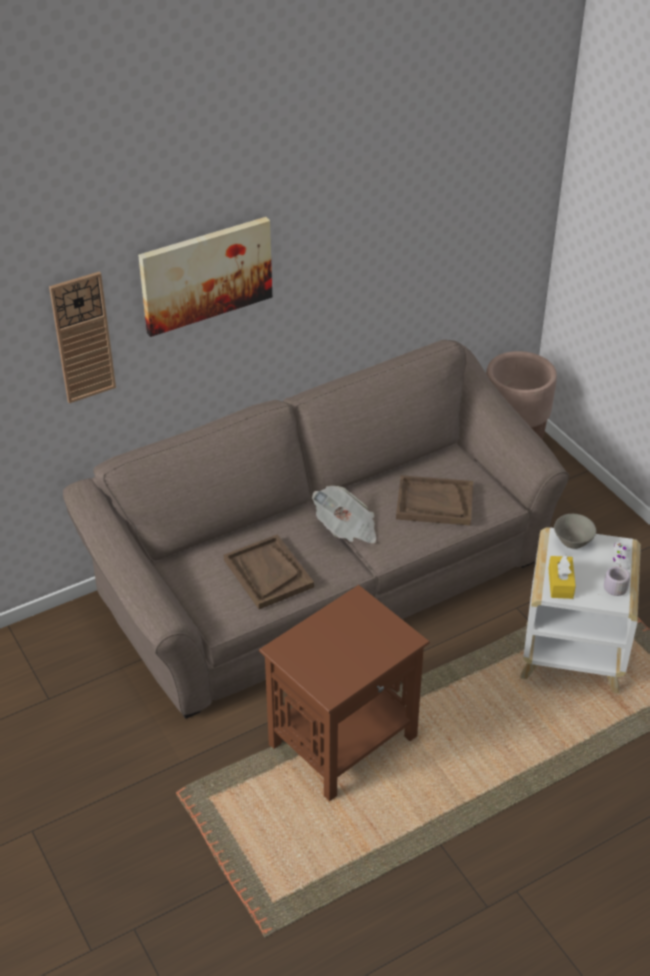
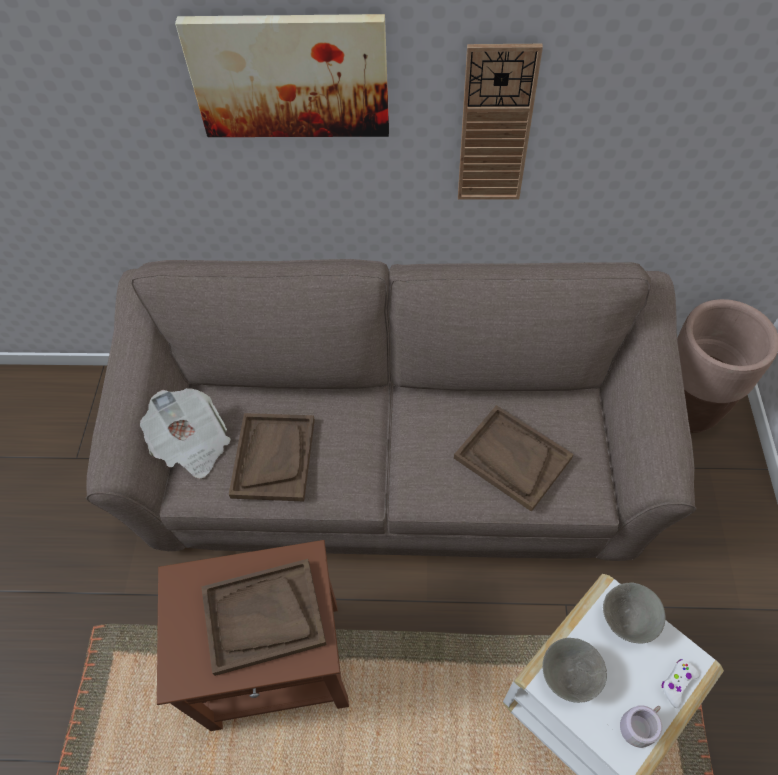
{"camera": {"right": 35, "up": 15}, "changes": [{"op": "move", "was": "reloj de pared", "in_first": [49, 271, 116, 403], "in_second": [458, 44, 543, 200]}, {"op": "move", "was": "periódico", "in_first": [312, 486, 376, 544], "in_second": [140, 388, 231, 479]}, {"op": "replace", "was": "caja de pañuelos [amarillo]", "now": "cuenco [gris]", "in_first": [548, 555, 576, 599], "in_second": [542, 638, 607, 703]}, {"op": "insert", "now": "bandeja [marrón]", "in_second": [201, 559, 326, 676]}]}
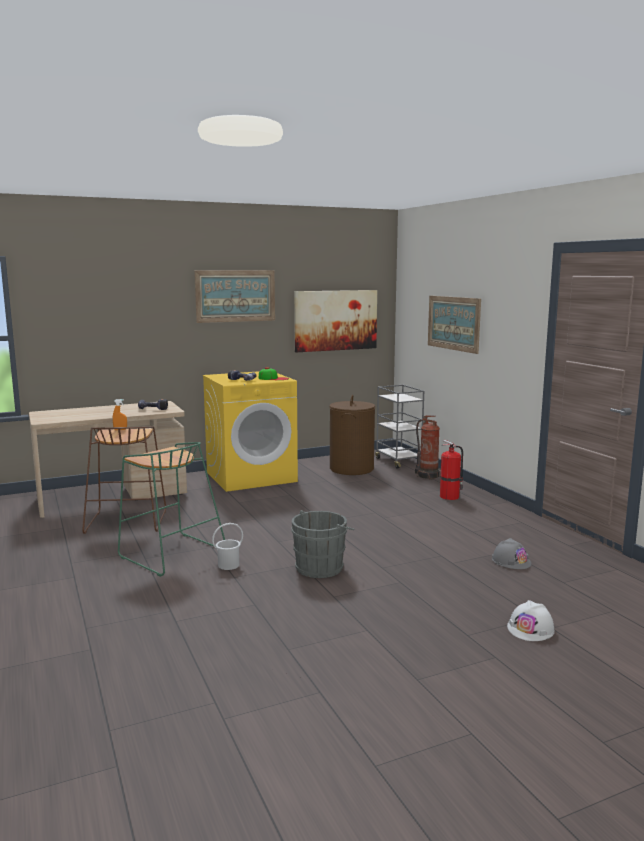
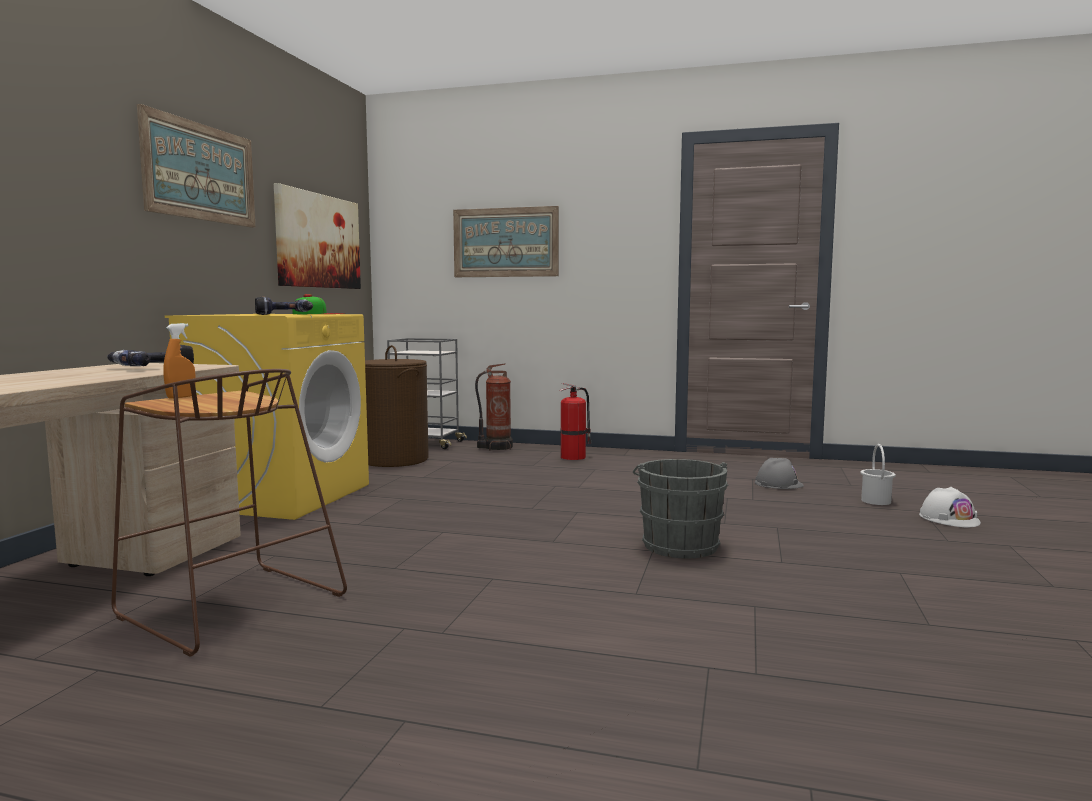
{"camera": {"right": -50, "up": -5}, "changes": [{"op": "delete", "was": "taburete [verde]", "in_first": [118, 442, 225, 577]}, {"op": "move", "was": "cubo [blanco]", "in_first": [212, 523, 243, 570], "in_second": [860, 444, 896, 505]}]}
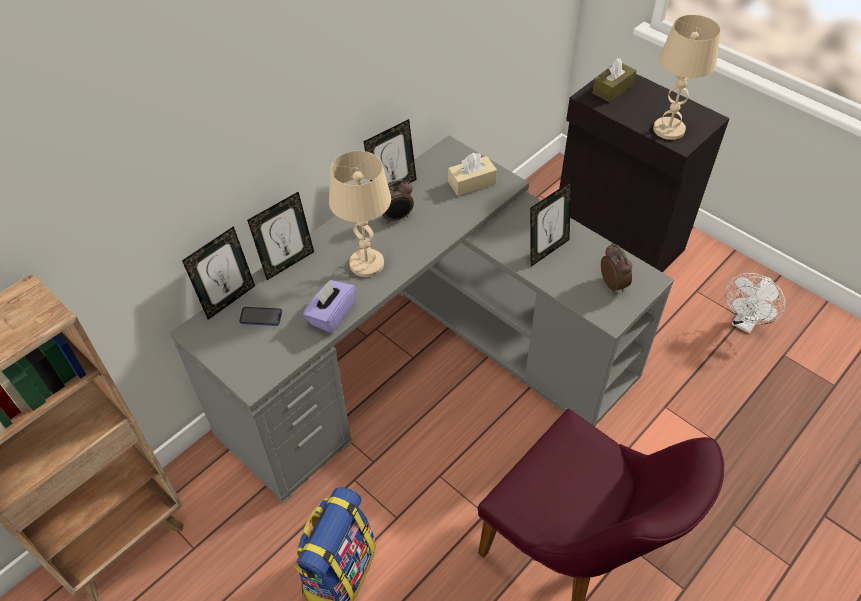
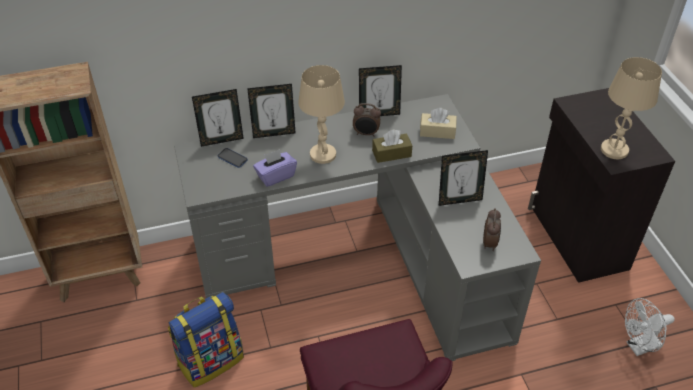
{"camera": {"right": 30, "up": -5}, "changes": [{"op": "move", "was": "caja de pañuelos [marrón]", "in_first": [593, 58, 636, 102], "in_second": [372, 129, 412, 163]}]}
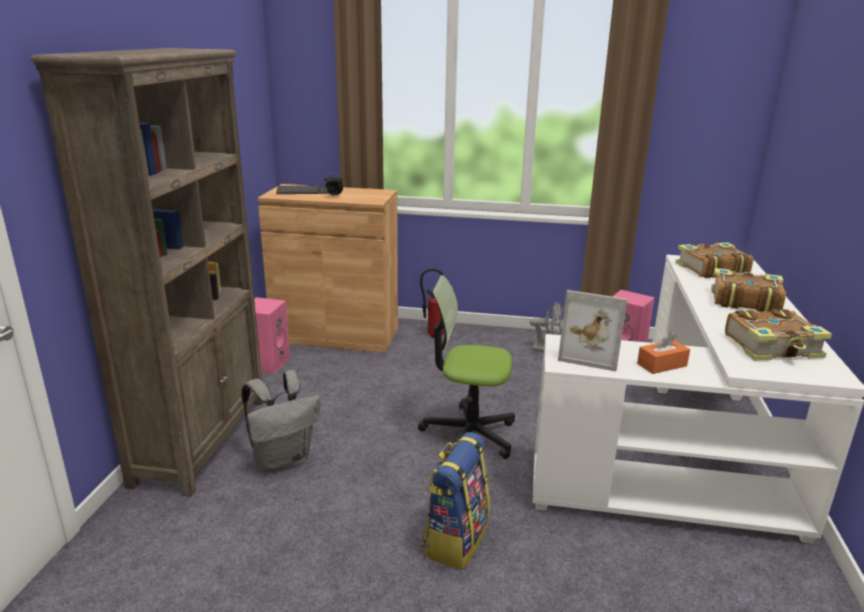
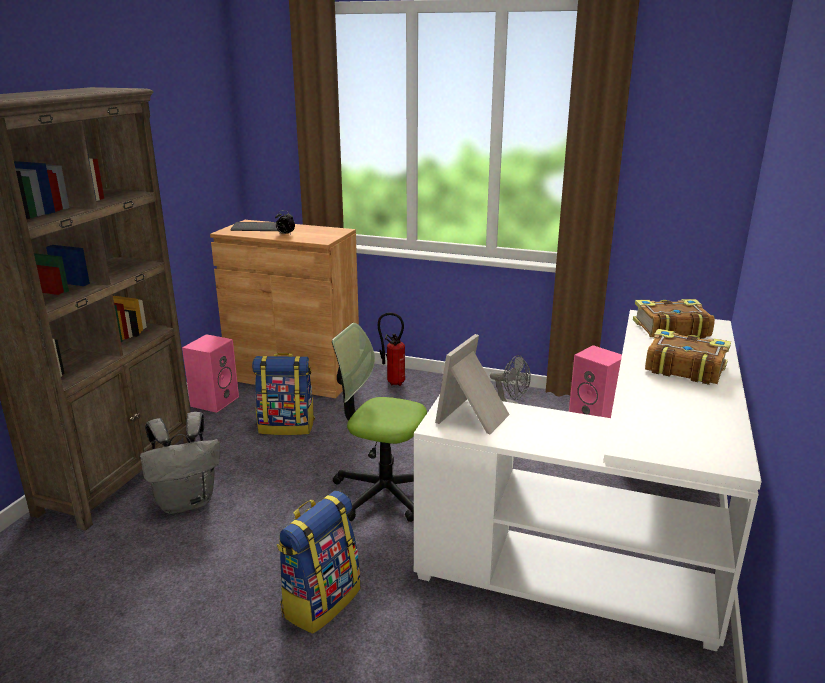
{"camera": {"right": 10, "up": 0}, "changes": [{"op": "rotate", "was": "portarretratos", "in_first": [558, 290, 627, 371], "in_second": [435, 334, 510, 434], "clockwise": 90}, {"op": "delete", "was": "caja de pañuelos [naranja]", "in_first": [637, 331, 690, 374]}, {"op": "delete", "was": "libro", "in_first": [725, 309, 832, 361]}, {"op": "insert", "now": "mochila", "in_second": [252, 353, 315, 435]}]}
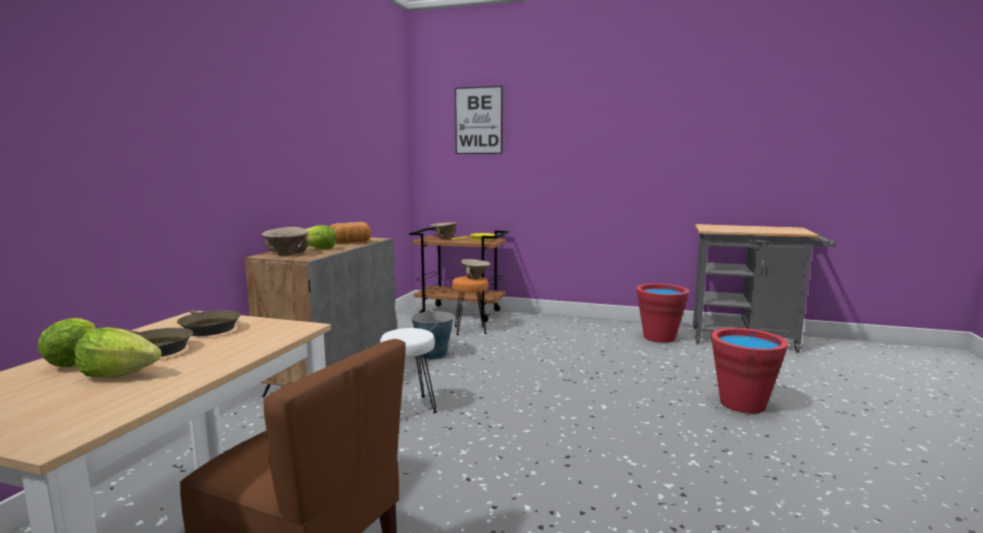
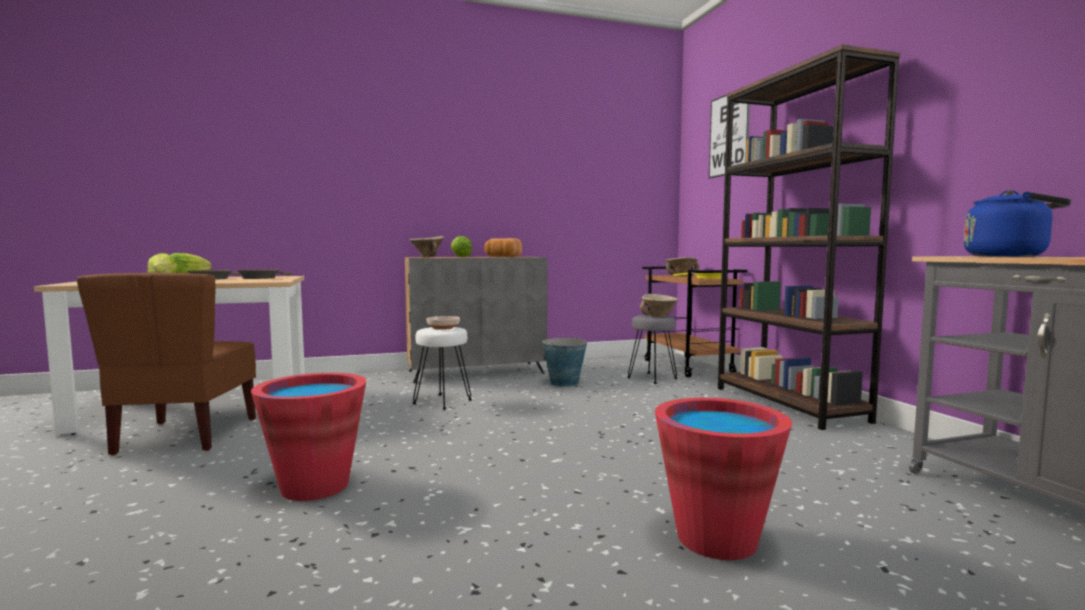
{"camera": {"right": 55, "up": -5}, "changes": [{"op": "recolor", "was": "taburete [naranja]", "now": "taburete [gris]", "in_first": [452, 276, 489, 335], "in_second": [627, 315, 677, 384]}, {"op": "move", "was": "cubo [rojo]", "in_first": [636, 284, 689, 343], "in_second": [251, 373, 366, 501]}, {"op": "insert", "now": "cuenco", "in_second": [426, 316, 460, 330]}, {"op": "insert", "now": "estantería [marrón]", "in_second": [718, 44, 900, 430]}, {"op": "insert", "now": "hervidor [azul]", "in_second": [964, 190, 1071, 257]}]}
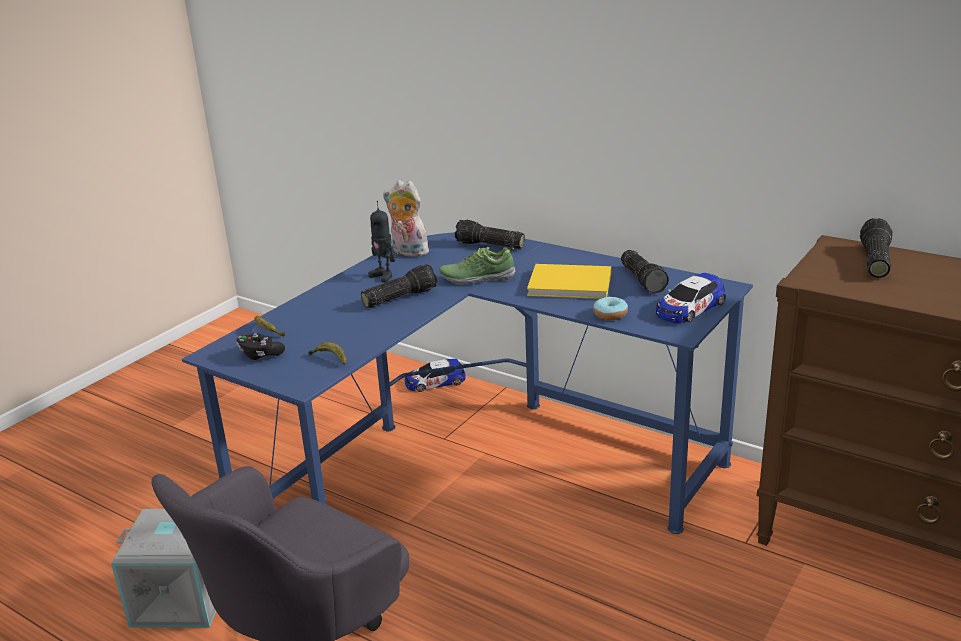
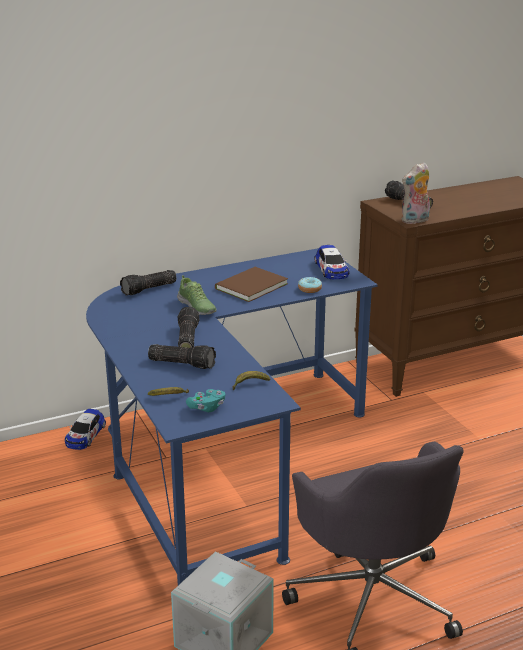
{"camera": {"right": -60, "up": 0}, "changes": [{"op": "recolor", "was": "mando de consola [negro]", "now": "mando de consola [turquesa]", "in_first": [236, 333, 285, 360], "in_second": [186, 389, 226, 412]}, {"op": "delete", "was": "robot de juguete", "in_first": [368, 201, 396, 282]}, {"op": "move", "was": "peluche", "in_first": [383, 180, 432, 257], "in_second": [402, 162, 430, 224]}, {"op": "rotate", "was": "zapato", "in_first": [439, 247, 516, 285], "in_second": [177, 275, 217, 315], "clockwise": -60}, {"op": "recolor", "was": "libro [amarillo]", "now": "libro [marrón]", "in_first": [527, 264, 611, 299], "in_second": [215, 267, 288, 302]}, {"op": "move", "was": "linterna", "in_first": [621, 250, 669, 293], "in_second": [148, 344, 216, 369]}]}
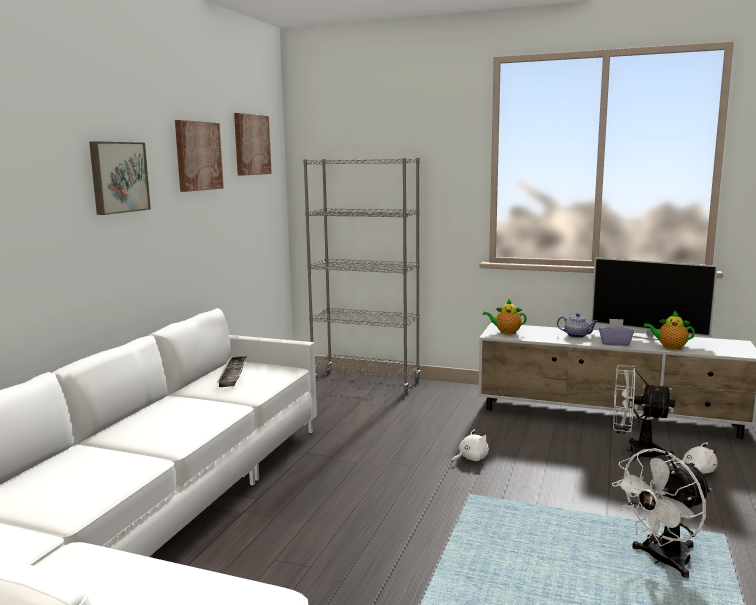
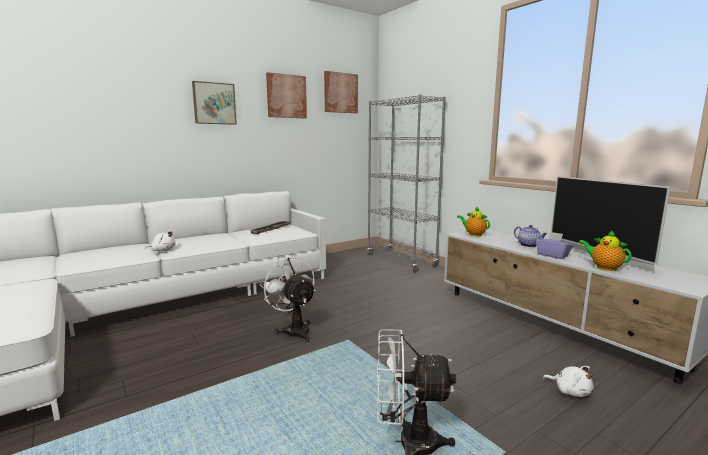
{"camera": {"right": 35, "up": 0}, "changes": [{"op": "move", "was": "peluche [blanco]", "in_first": [451, 429, 489, 462], "in_second": [145, 230, 176, 251]}, {"op": "move", "was": "ventilador [blanco]", "in_first": [613, 365, 675, 461], "in_second": [260, 256, 316, 342]}]}
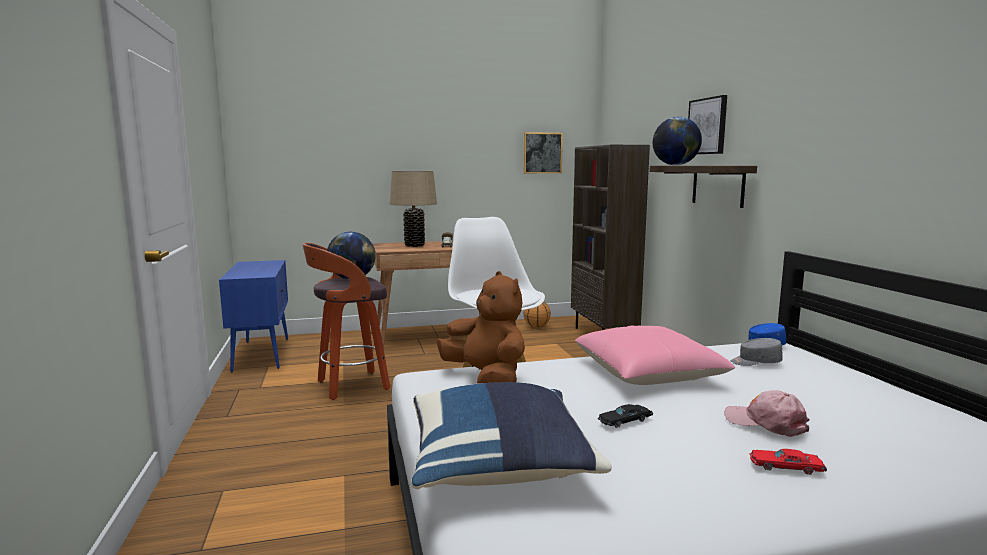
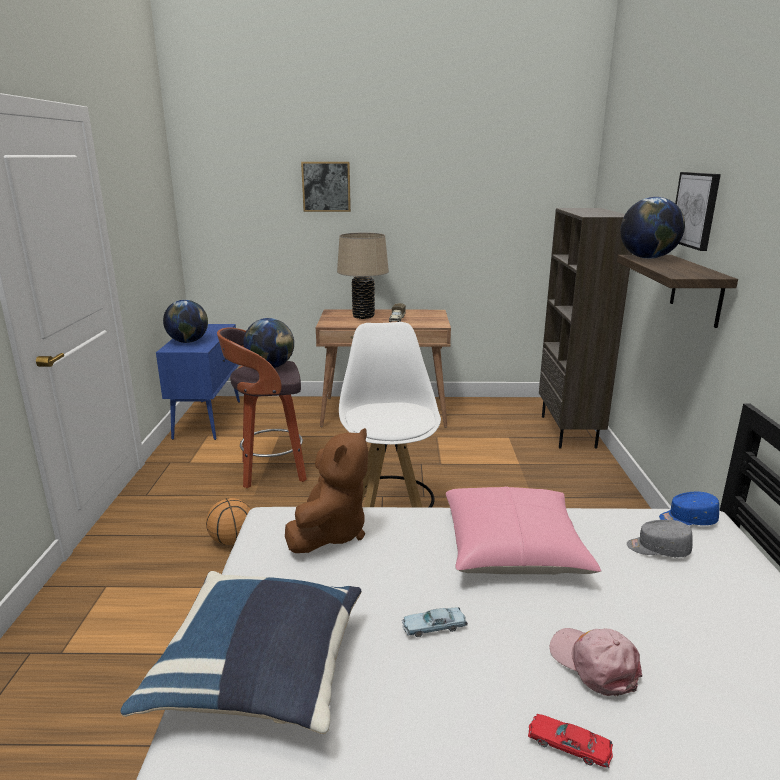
{"camera": {"right": 15, "up": 10}, "changes": [{"op": "rotate", "was": "peluche [marrón]", "in_first": [437, 271, 525, 384], "in_second": [285, 428, 368, 553], "clockwise": 45}, {"op": "move", "was": "balón de baloncesto", "in_first": [523, 302, 551, 327], "in_second": [206, 498, 251, 545]}, {"op": "move", "was": "cuadro", "in_first": [524, 132, 563, 173], "in_second": [301, 162, 351, 212]}, {"op": "recolor", "was": "coche de juguete [negro]", "now": "coche de juguete [azul]", "in_first": [598, 404, 653, 428], "in_second": [402, 607, 468, 637]}, {"op": "insert", "now": "globo terráqueo", "in_second": [163, 300, 208, 343]}]}
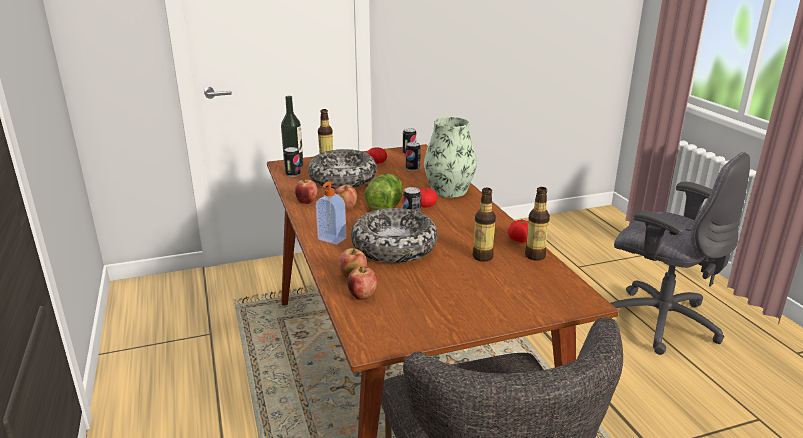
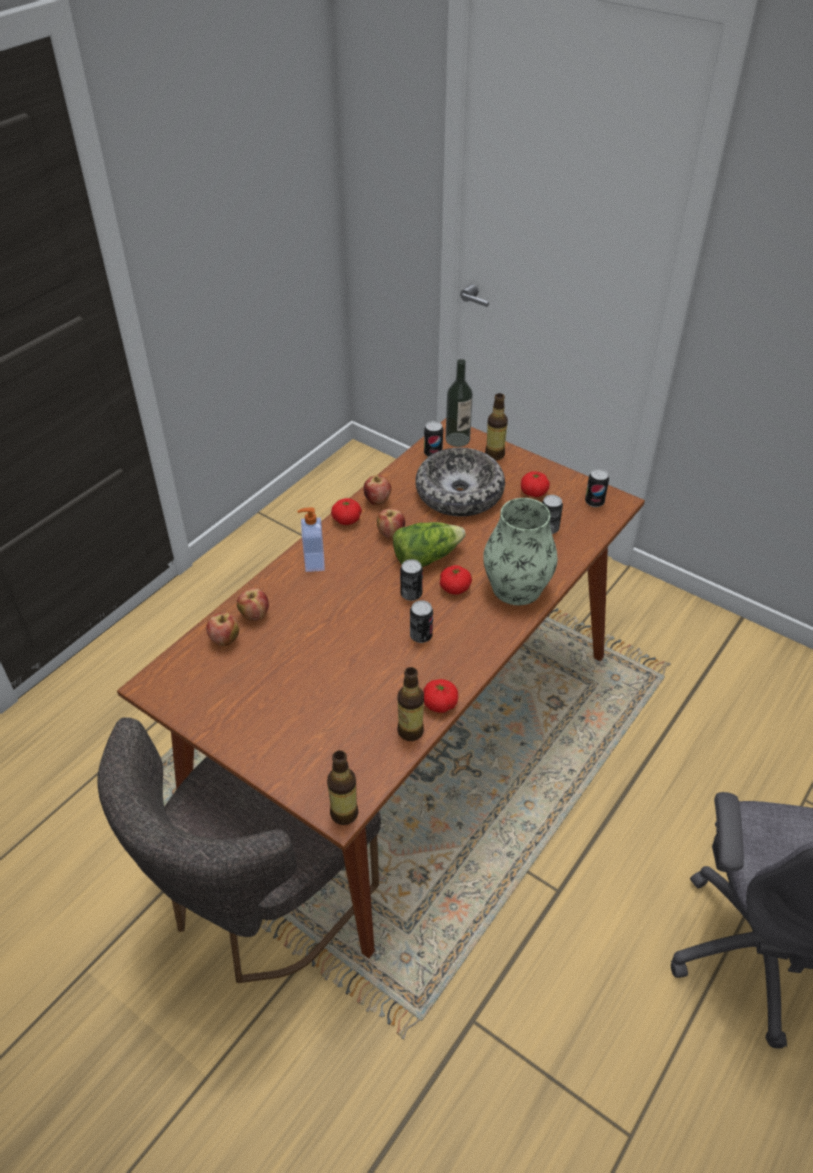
{"camera": {"right": 55, "up": 20}, "changes": [{"op": "delete", "was": "cuenco", "in_first": [351, 208, 438, 263]}, {"op": "move", "was": "botella", "in_first": [473, 188, 496, 262], "in_second": [327, 750, 359, 825]}, {"op": "insert", "now": "tomate", "in_second": [331, 498, 362, 525]}, {"op": "insert", "now": "lata", "in_second": [410, 600, 433, 643]}]}
